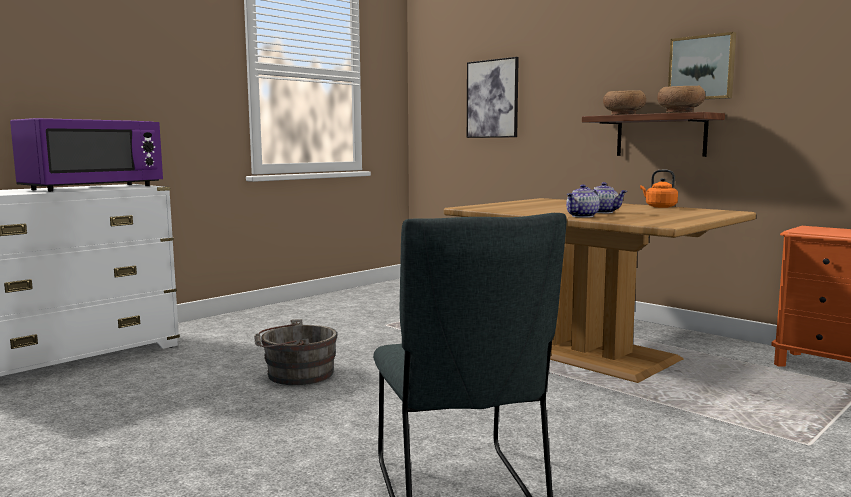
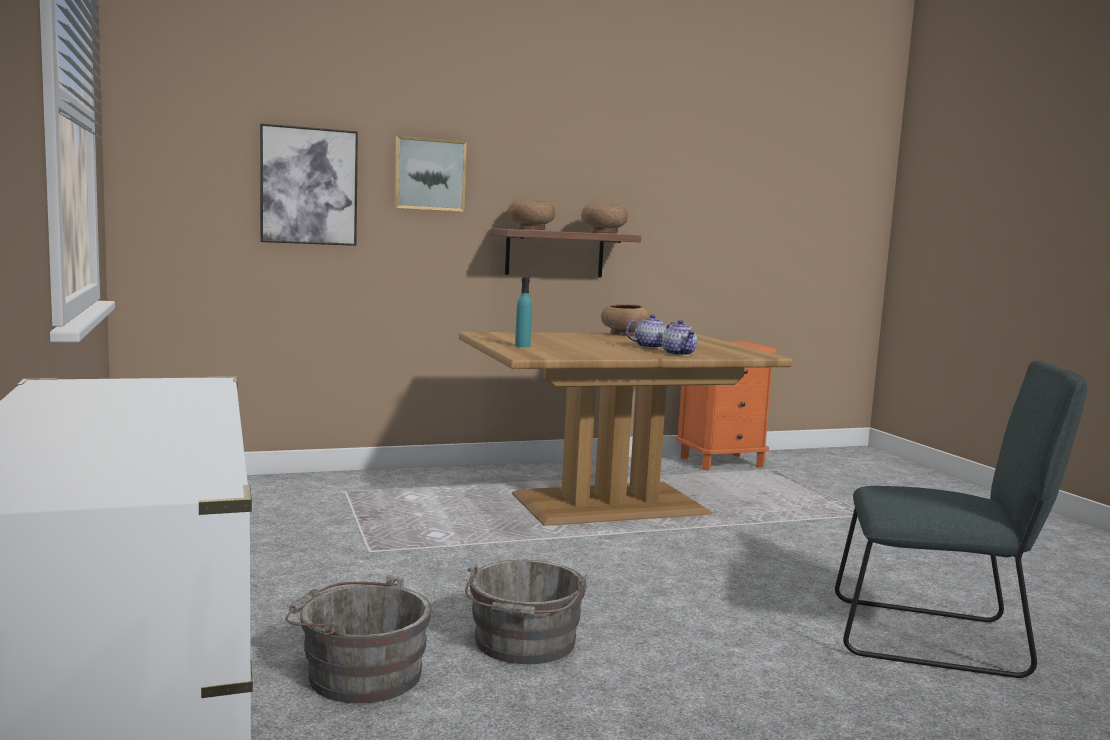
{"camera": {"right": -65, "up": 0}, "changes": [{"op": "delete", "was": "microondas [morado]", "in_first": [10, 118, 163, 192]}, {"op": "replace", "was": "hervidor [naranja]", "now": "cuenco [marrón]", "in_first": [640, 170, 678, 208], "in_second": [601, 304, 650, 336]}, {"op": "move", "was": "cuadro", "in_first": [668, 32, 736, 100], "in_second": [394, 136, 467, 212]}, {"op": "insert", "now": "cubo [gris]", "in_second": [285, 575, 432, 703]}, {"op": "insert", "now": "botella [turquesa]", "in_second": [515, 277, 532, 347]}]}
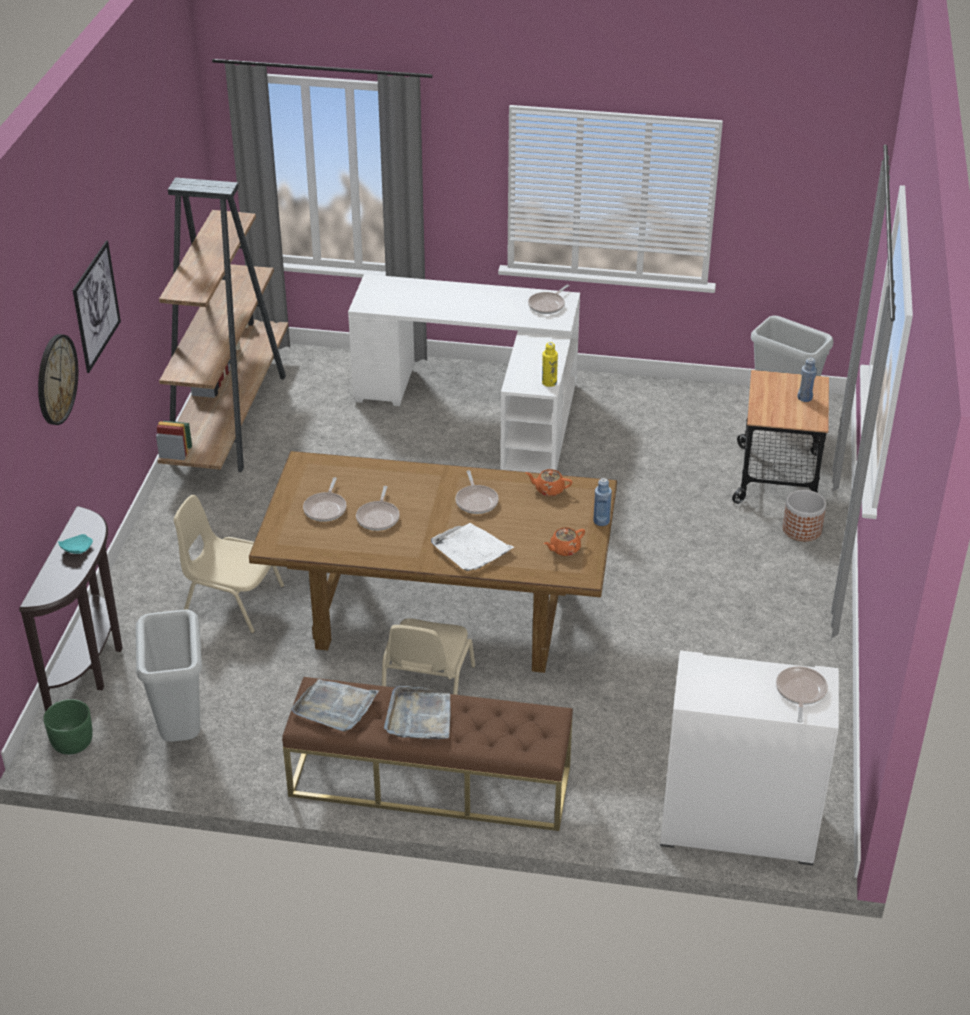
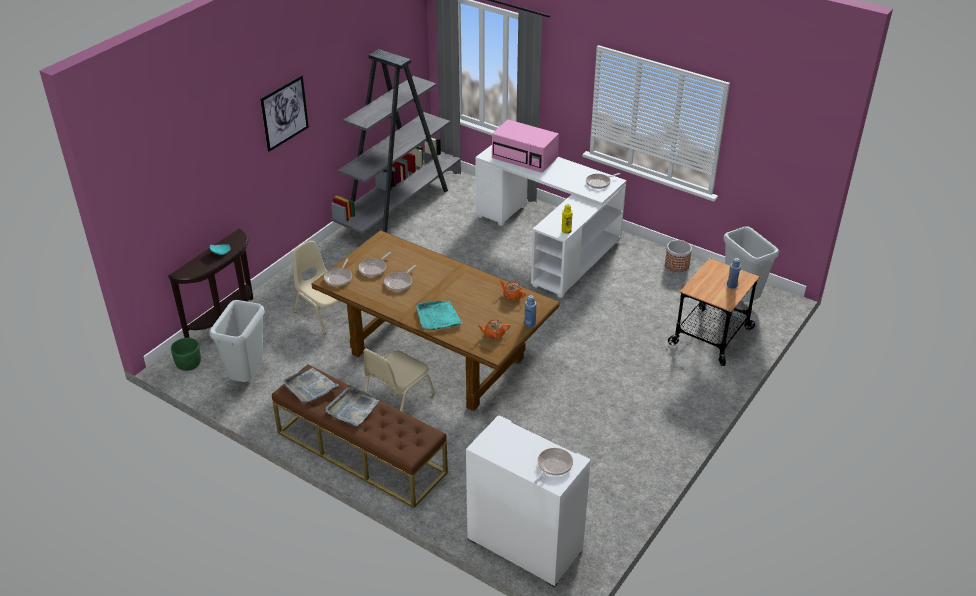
{"camera": {"right": 25, "up": 0}, "changes": [{"op": "delete", "was": "reloj de pared", "in_first": [38, 334, 78, 425]}, {"op": "recolor", "was": "estantería [marrón]", "now": "estantería [gris]", "in_first": [156, 177, 288, 472], "in_second": [331, 49, 461, 234]}, {"op": "recolor", "was": "bandeja [blanco]", "now": "bandeja [turquesa]", "in_first": [431, 523, 514, 571], "in_second": [416, 301, 462, 330]}, {"op": "move", "was": "sartén", "in_first": [455, 470, 499, 514], "in_second": [324, 259, 352, 286]}, {"op": "move", "was": "maceta", "in_first": [783, 490, 826, 541], "in_second": [665, 240, 692, 272]}, {"op": "insert", "now": "microondas [rosa]", "in_second": [492, 120, 559, 173]}]}
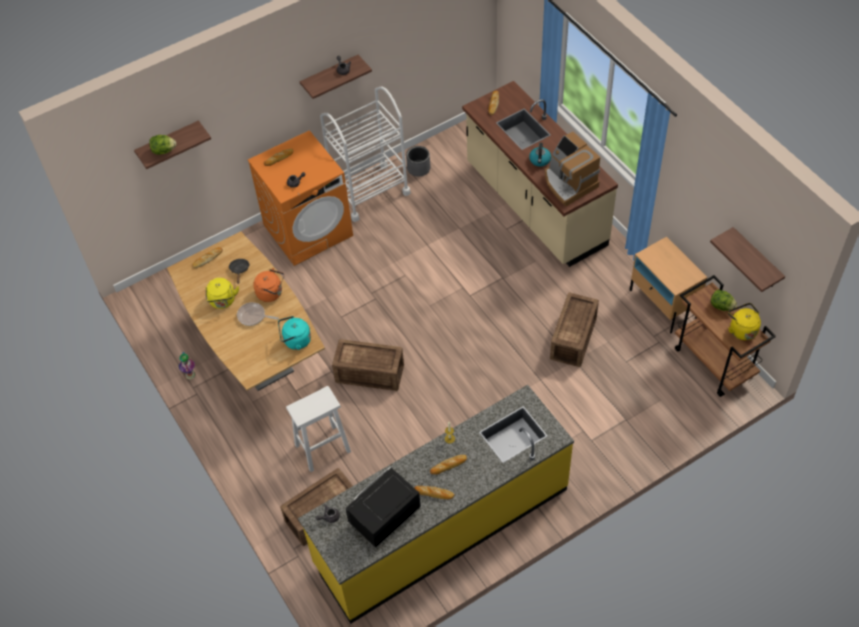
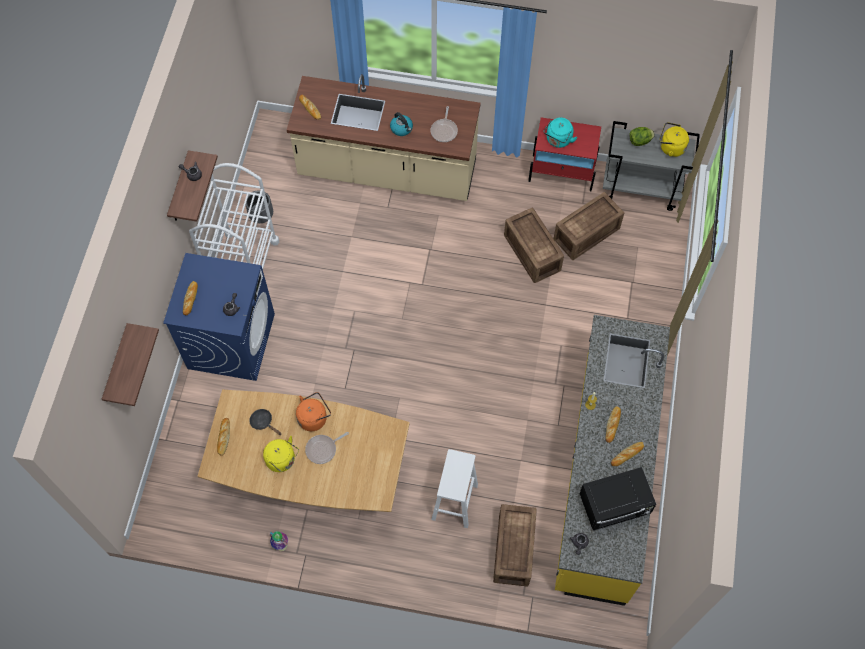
{"camera": {"right": -50, "up": 10}, "changes": [{"op": "delete", "was": "lechuga", "in_first": [149, 135, 176, 155]}, {"op": "recolor", "was": "lavadora [naranja]", "now": "lavadora [azul]", "in_first": [248, 130, 353, 266], "in_second": [163, 253, 275, 381]}, {"op": "move", "was": "hervidor [turquesa]", "in_first": [278, 316, 311, 350], "in_second": [544, 118, 578, 148]}, {"op": "move", "was": "caja de embalaje", "in_first": [332, 339, 404, 391], "in_second": [554, 192, 624, 260]}, {"op": "rotate", "was": "microondas [negro]", "in_first": [345, 467, 421, 548], "in_second": [579, 467, 656, 531], "clockwise": -105}, {"op": "replace", "was": "cafetera", "now": "sartén", "in_first": [545, 132, 600, 207], "in_second": [431, 106, 458, 142]}, {"op": "recolor", "was": "mesita de noche [beis]", "now": "mesita de noche [rojo]", "in_first": [630, 237, 707, 333], "in_second": [528, 117, 601, 191]}, {"op": "recolor", "was": "carrito [marrón]", "now": "carrito [gris]", "in_first": [675, 275, 776, 397], "in_second": [603, 121, 700, 211]}, {"op": "delete", "was": "estante", "in_first": [710, 227, 785, 292]}]}
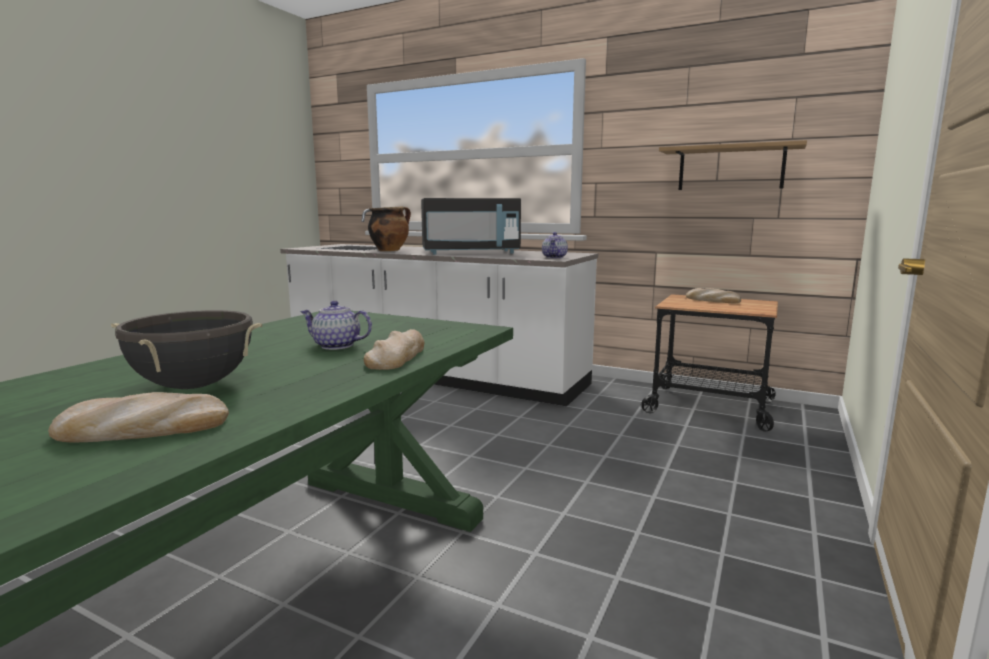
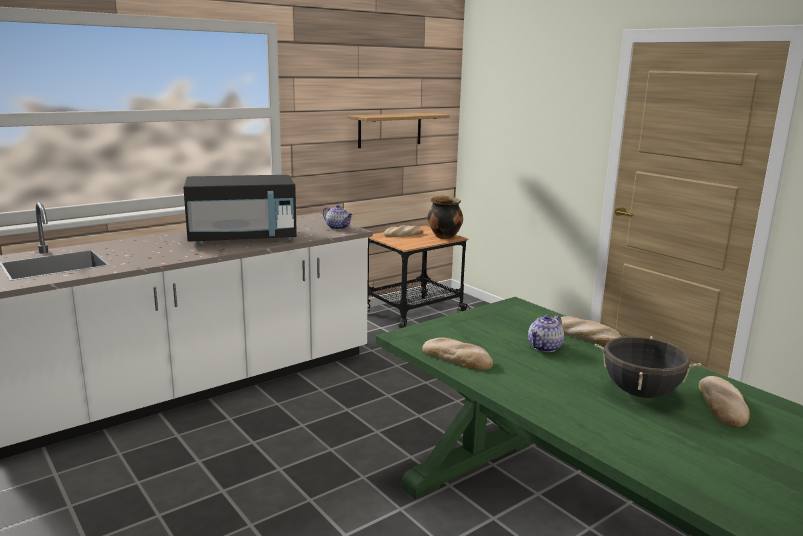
{"camera": {"right": -65, "up": 5}, "changes": [{"op": "move", "was": "olla", "in_first": [368, 206, 411, 251], "in_second": [427, 195, 463, 239]}, {"op": "rotate", "was": "microondas [negro]", "in_first": [421, 198, 521, 255], "in_second": [183, 175, 297, 244], "clockwise": 60}, {"op": "insert", "now": "pan", "in_second": [422, 337, 493, 370]}]}
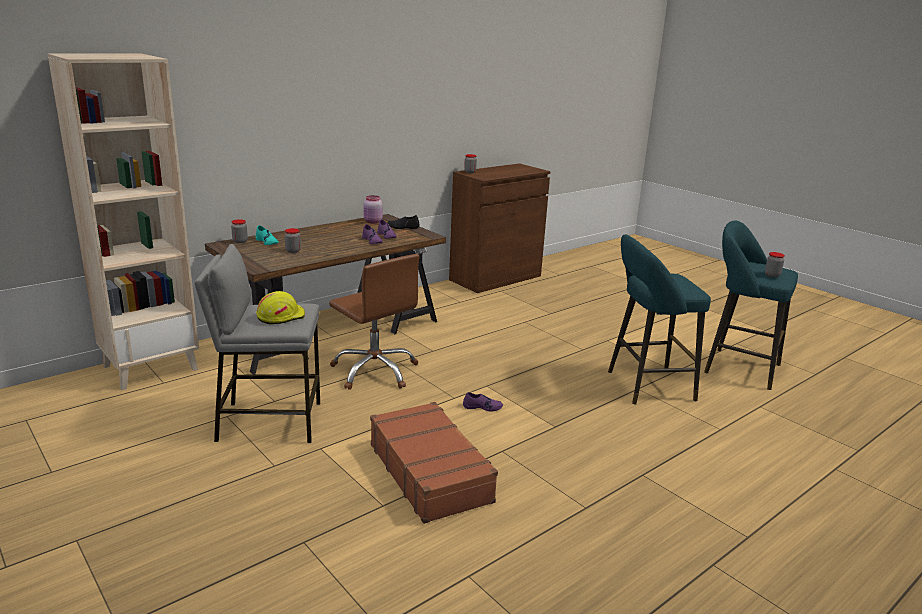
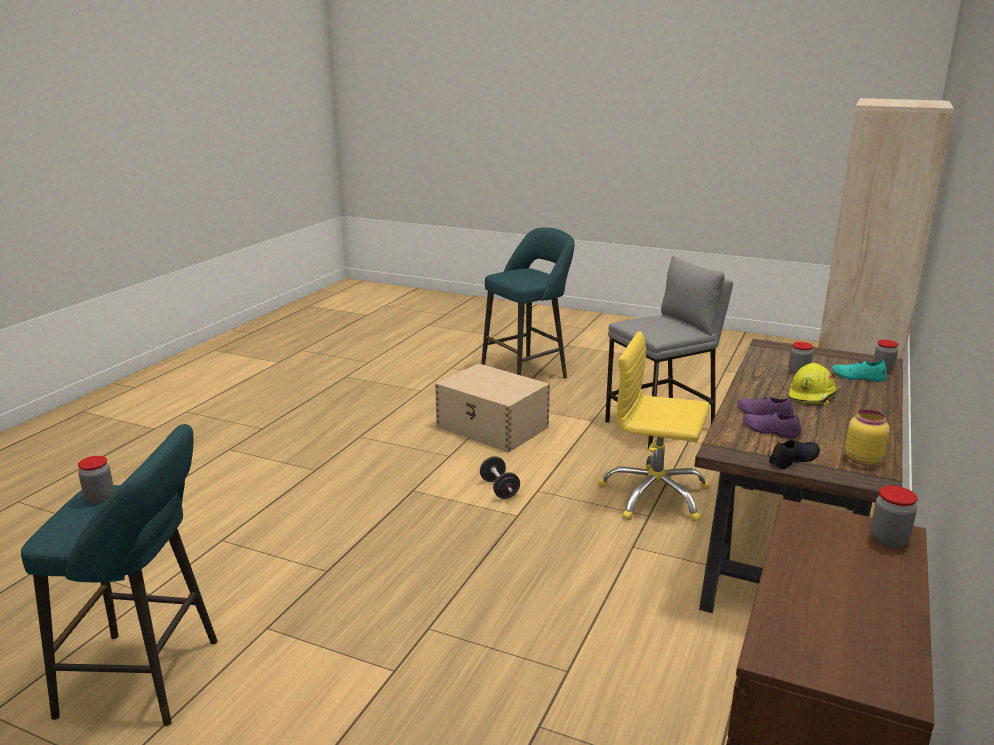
{"camera": {"right": 155, "up": 0}, "changes": [{"op": "move", "was": "casco [amarillo]", "in_first": [256, 291, 305, 324], "in_second": [789, 363, 836, 405]}, {"op": "recolor", "was": "silla de oficina [marrón]", "now": "silla de oficina [amarillo]", "in_first": [329, 254, 420, 390], "in_second": [598, 331, 710, 522]}, {"op": "recolor", "was": "tarro [rosa]", "now": "tarro [amarillo]", "in_first": [363, 195, 383, 223], "in_second": [845, 409, 889, 466]}, {"op": "replace", "was": "maleta [marrón]", "now": "caja de almacenaje [beis]", "in_first": [370, 402, 498, 524], "in_second": [435, 363, 550, 453]}, {"op": "replace", "was": "zapato [morado]", "now": "mancuerna [negro]", "in_first": [463, 392, 503, 412], "in_second": [480, 456, 520, 499]}, {"op": "move", "was": "taburete [turquesa]", "in_first": [608, 234, 711, 404], "in_second": [481, 228, 575, 378]}]}
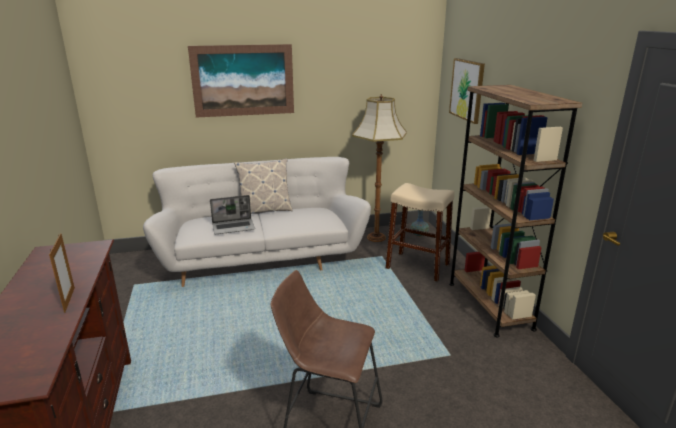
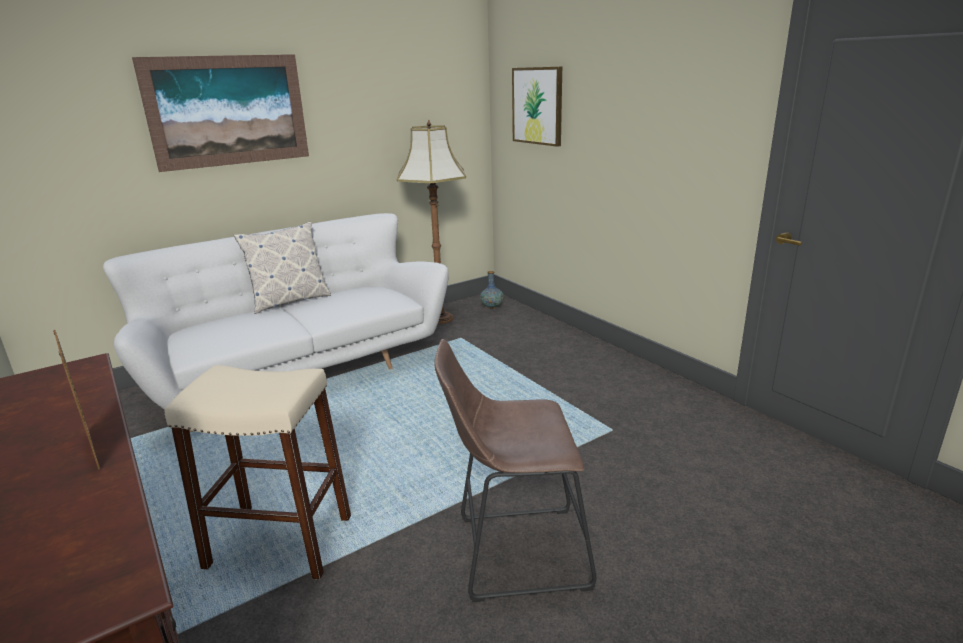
{"camera": {"right": -20, "up": 0}, "changes": [{"op": "delete", "was": "portátil", "in_first": [210, 195, 255, 234]}, {"op": "move", "was": "taburete [beis]", "in_first": [386, 183, 455, 282], "in_second": [165, 365, 351, 580]}, {"op": "delete", "was": "estantería [marrón]", "in_first": [449, 85, 582, 337]}]}
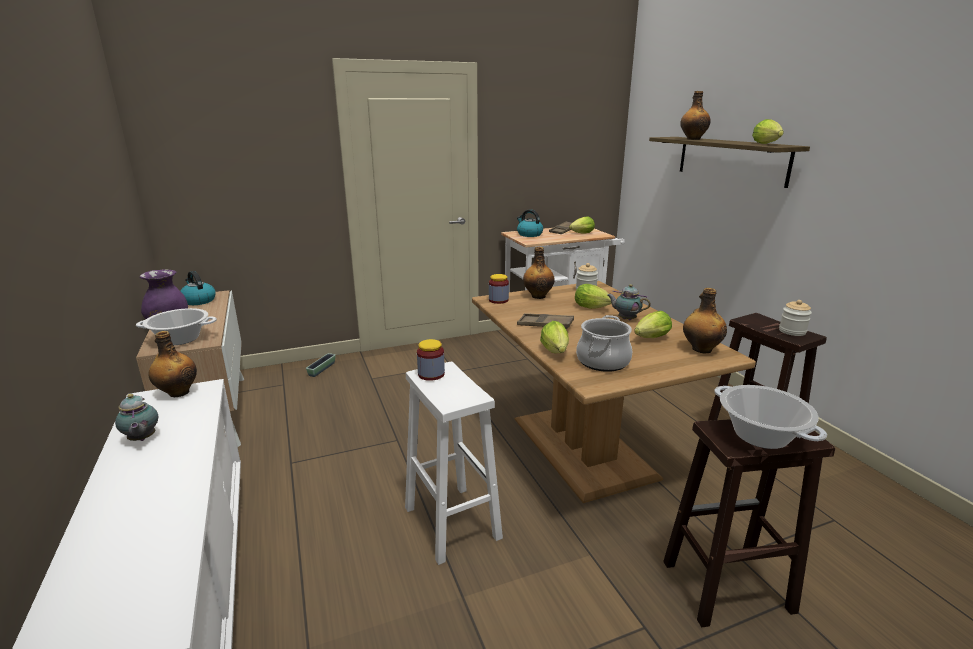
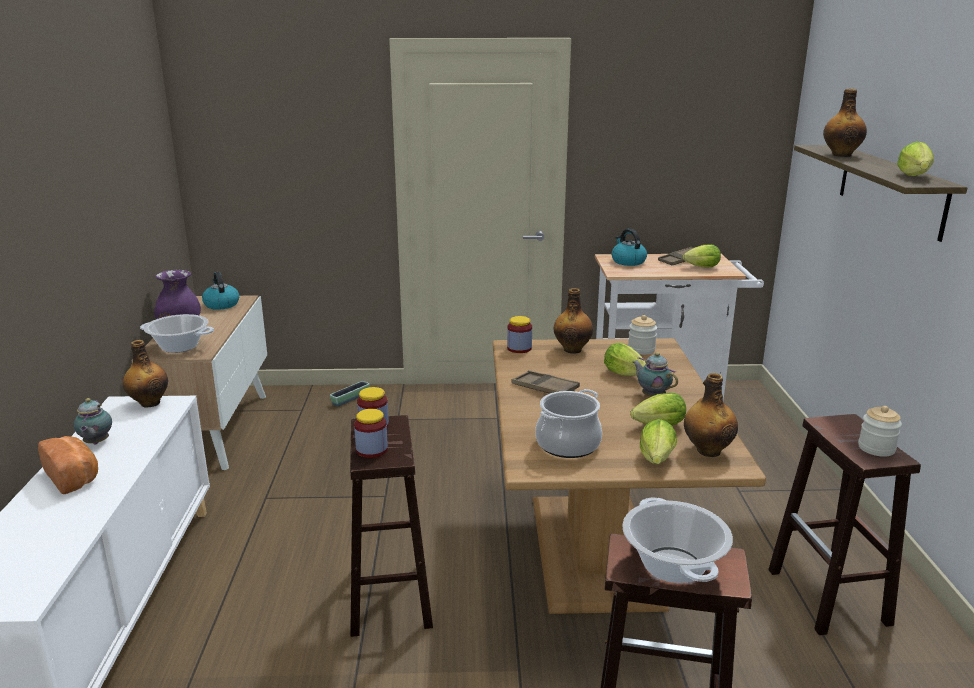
{"camera": {"right": 20, "up": 0}, "changes": [{"op": "recolor", "was": "taburete [blanco]", "now": "taburete [marrón]", "in_first": [405, 362, 503, 565], "in_second": [350, 415, 433, 637]}, {"op": "move", "was": "lechuga", "in_first": [540, 321, 569, 353], "in_second": [640, 419, 677, 464]}, {"op": "insert", "now": "pan", "in_second": [38, 436, 98, 494]}, {"op": "insert", "now": "tarro", "in_second": [354, 409, 388, 458]}]}
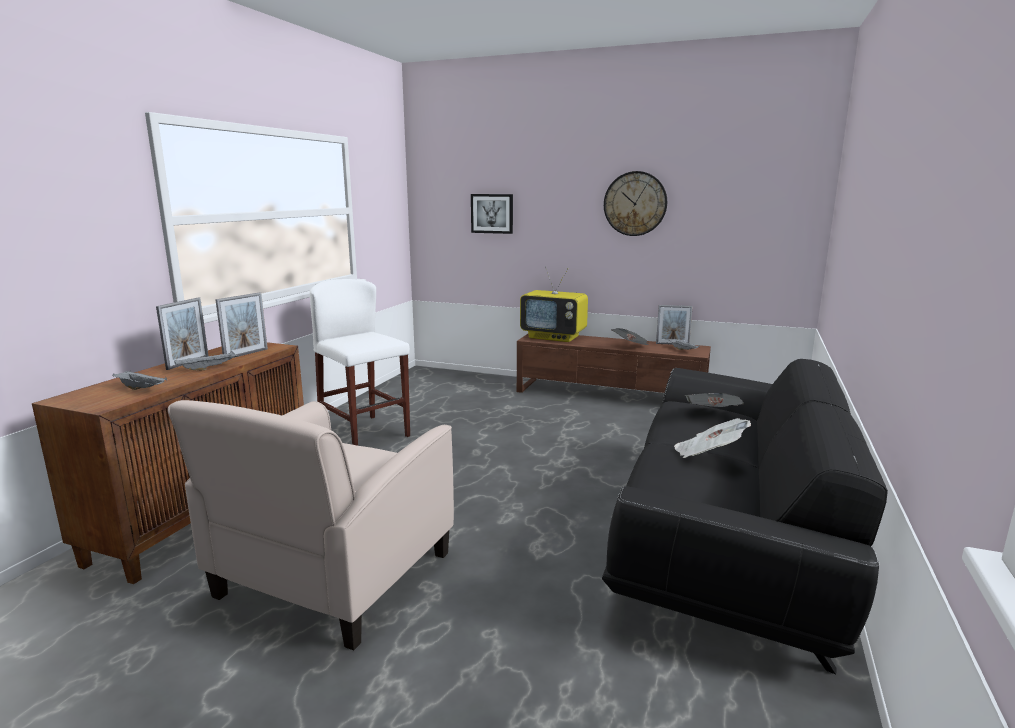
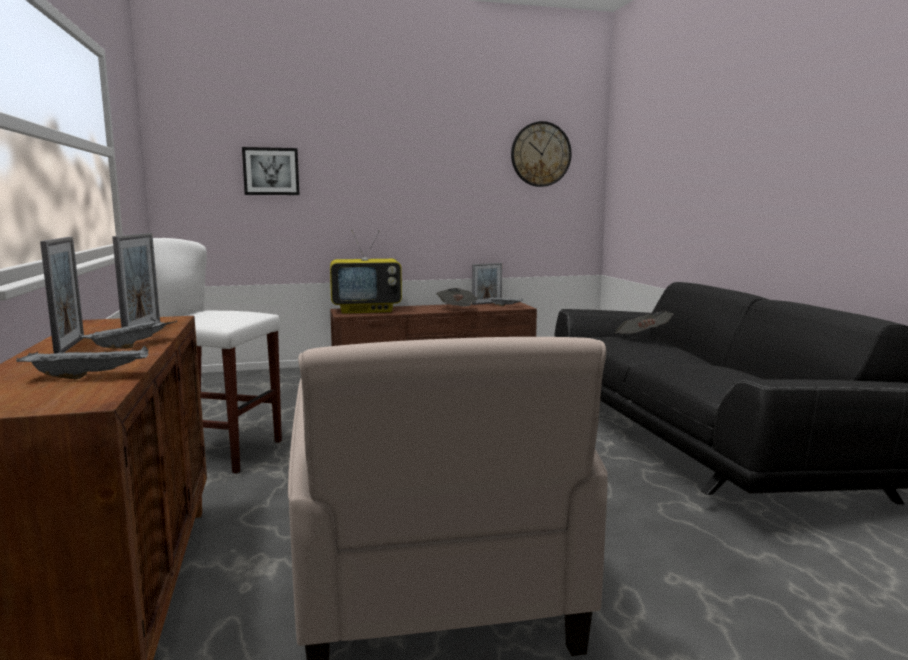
{"camera": {"right": -35, "up": -5}, "changes": [{"op": "move", "was": "reloj de pared", "in_first": [604, 171, 667, 236], "in_second": [511, 121, 572, 187]}, {"op": "delete", "was": "periódico", "in_first": [674, 418, 751, 458]}]}
